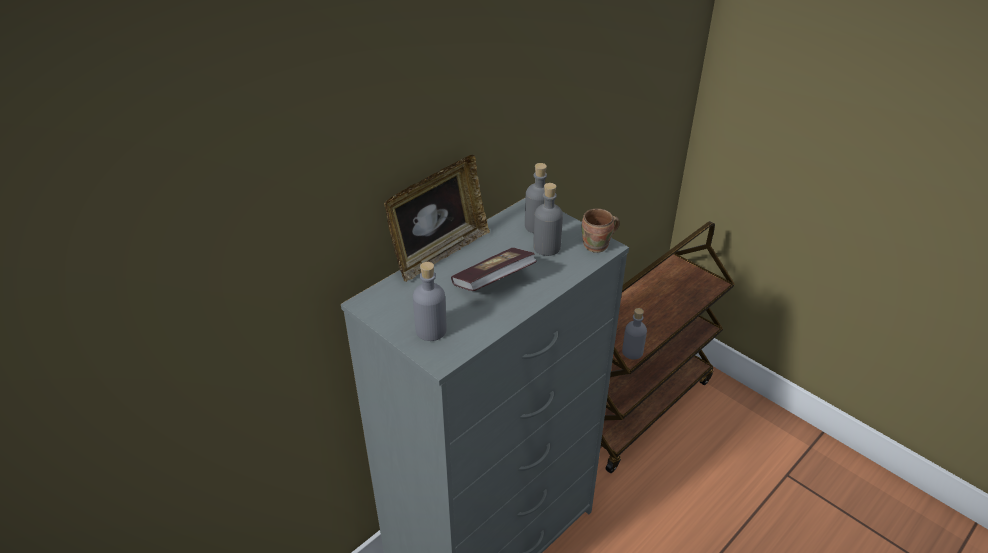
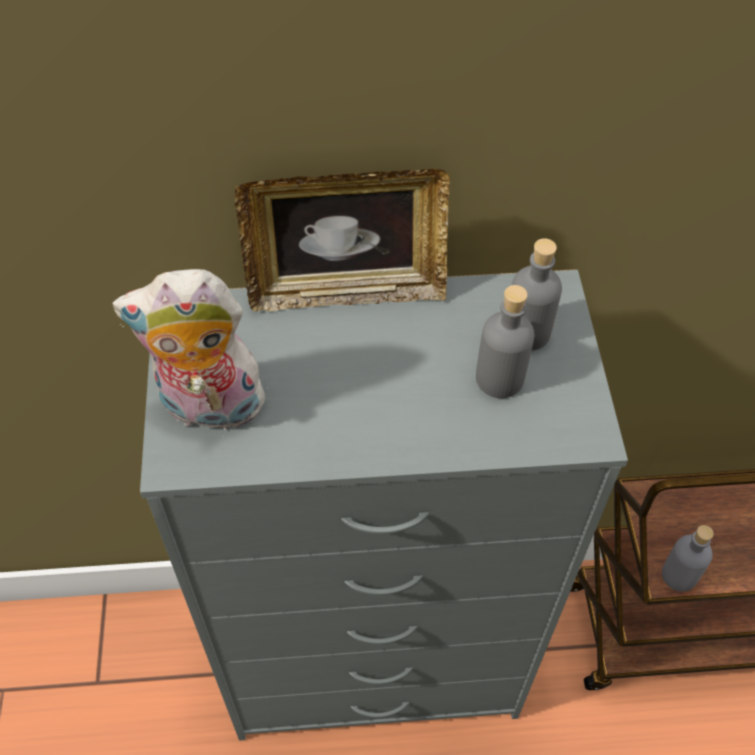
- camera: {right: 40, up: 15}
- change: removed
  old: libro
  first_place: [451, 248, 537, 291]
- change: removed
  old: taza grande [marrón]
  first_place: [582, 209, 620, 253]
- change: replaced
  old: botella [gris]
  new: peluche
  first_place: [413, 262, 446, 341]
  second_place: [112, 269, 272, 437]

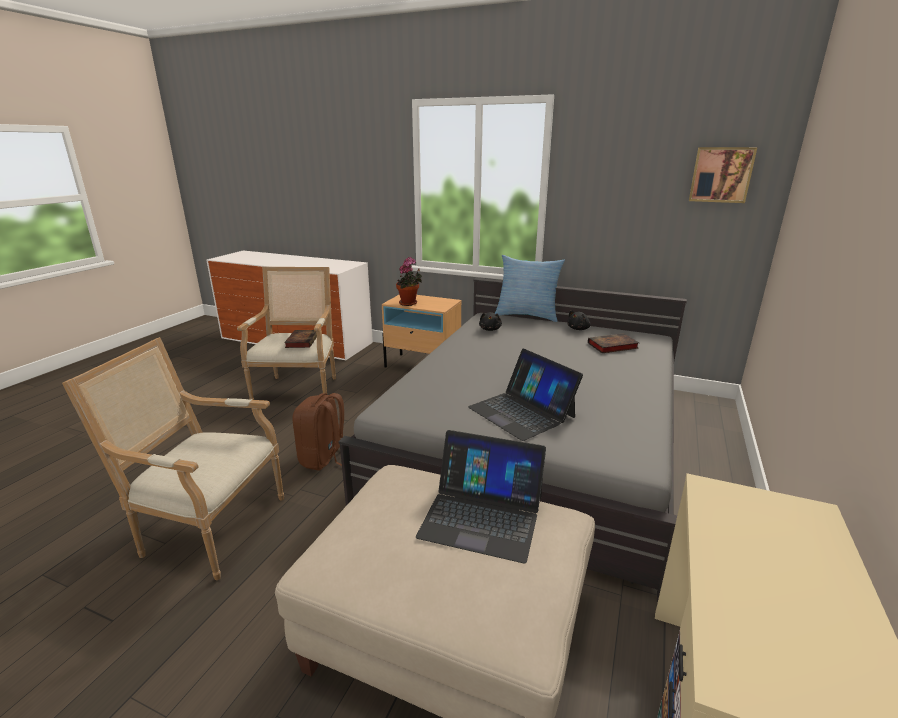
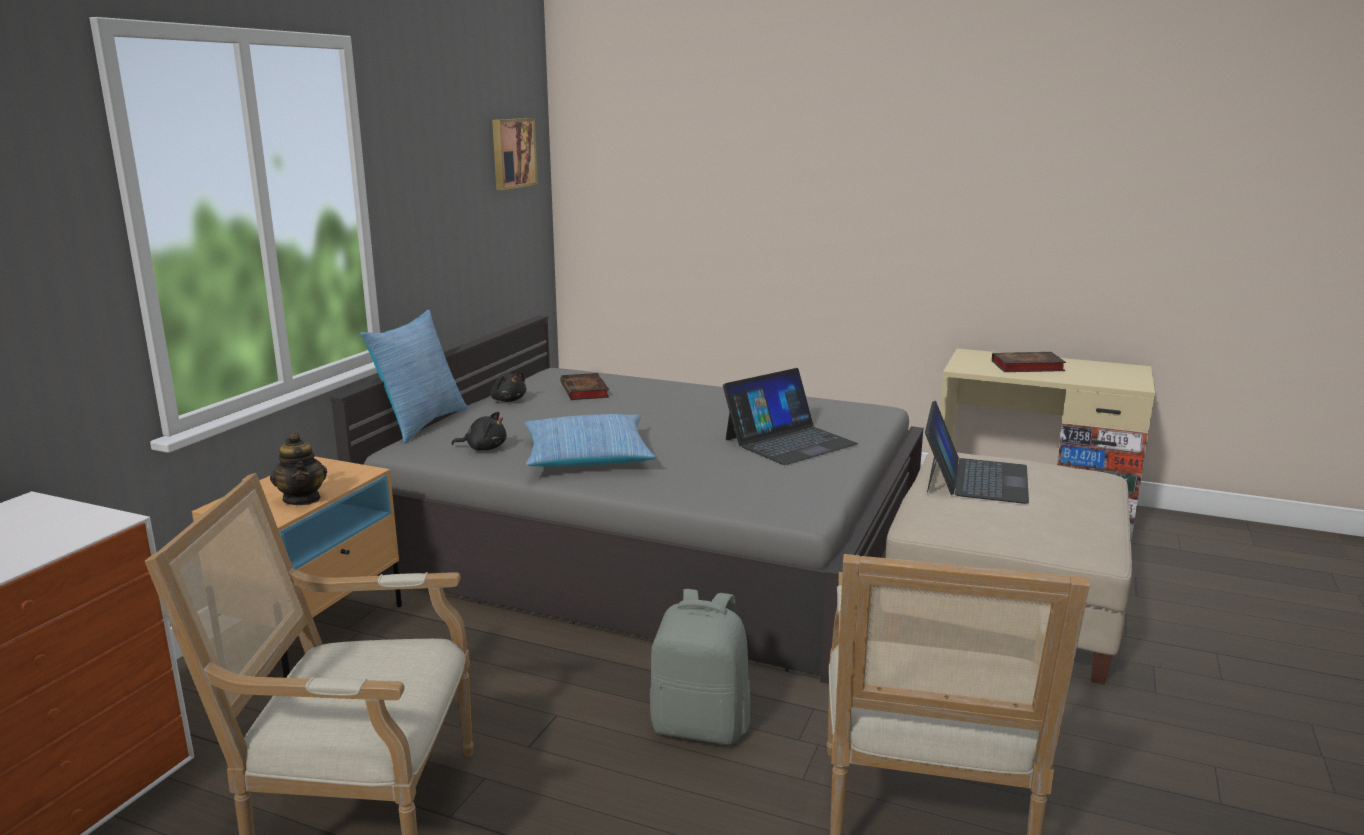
- camera: {right: -90, up: -5}
- change: added
  new: cojín
  second_place: [524, 414, 656, 467]
- change: moved
  old: libro
  first_place: [284, 330, 317, 348]
  second_place: [992, 352, 1066, 372]
- change: replaced
  old: planta en maceta
  new: tetera
  first_place: [396, 257, 422, 306]
  second_place: [270, 432, 327, 505]
- change: recoloured
  old: mochila [marrón]
  new: mochila [gris]
  first_place: [293, 393, 344, 471]
  second_place: [650, 589, 750, 745]

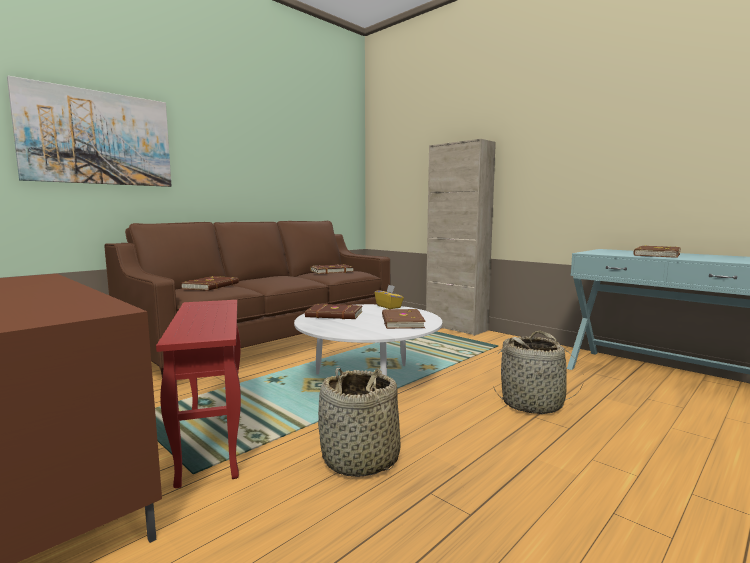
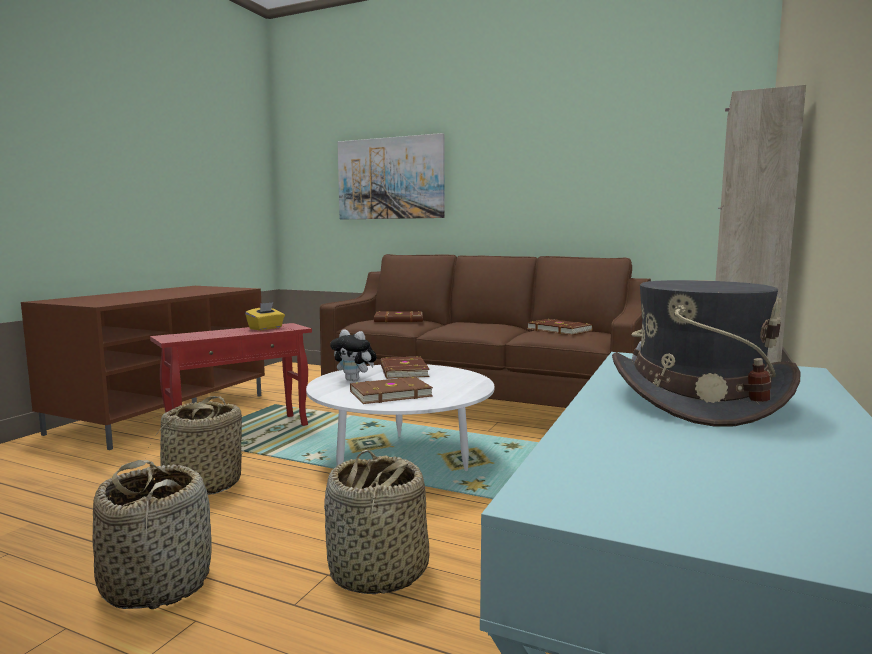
- camera: {right: 70, up: 0}
- change: added
  new: cesta
  second_place: [92, 460, 212, 609]
- change: added
  new: peluche
  second_place: [330, 329, 377, 382]
- change: moved
  old: caja de pañuelos [amarillo]
  first_place: [375, 285, 404, 309]
  second_place: [245, 302, 285, 330]
- change: replaced
  old: libro [marrón]
  new: sombrero [gris]
  first_place: [633, 245, 681, 258]
  second_place: [612, 280, 801, 427]

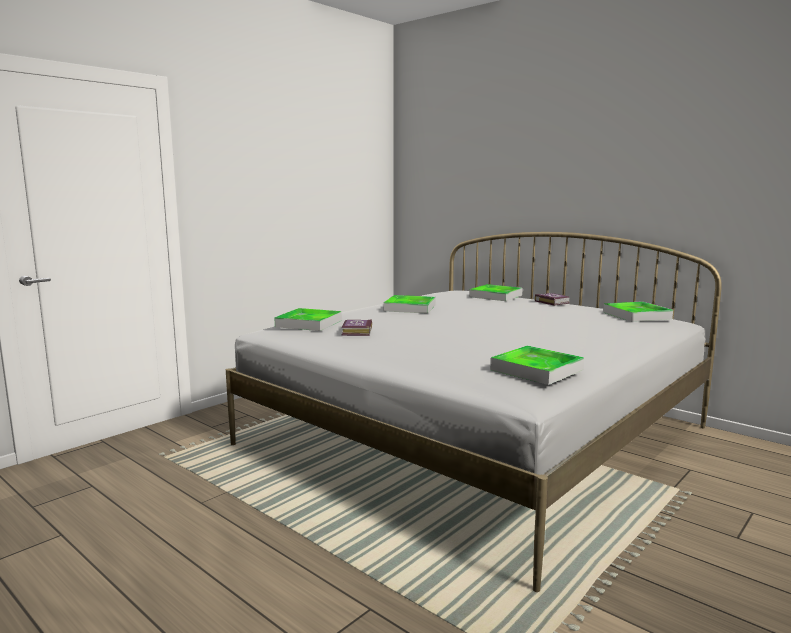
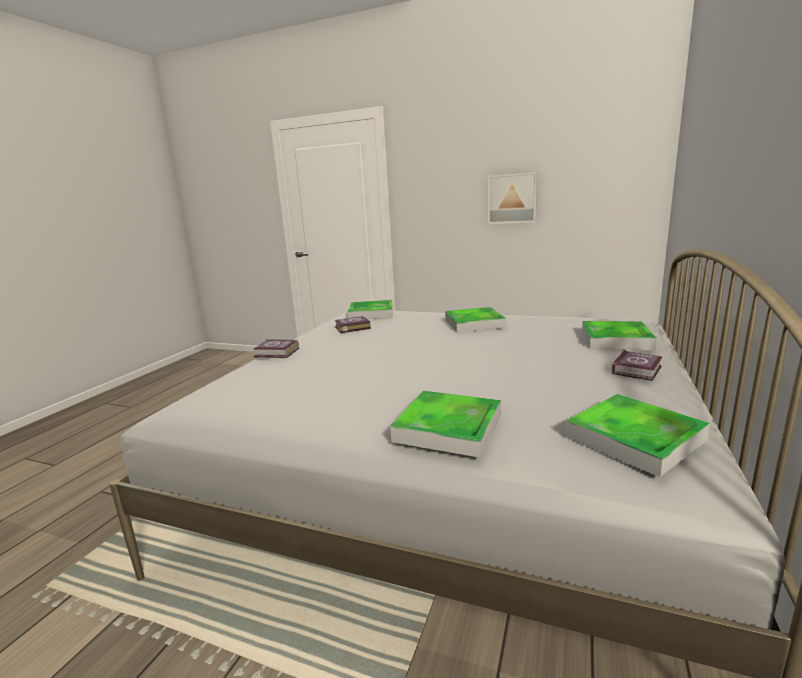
- camera: {right: 70, up: 5}
- change: added
  new: libro
  second_place: [253, 339, 299, 358]
- change: added
  new: cuadro
  second_place: [488, 172, 537, 224]
- change: moved
  old: bandeja
  first_place: [490, 346, 584, 385]
  second_place: [390, 391, 501, 458]

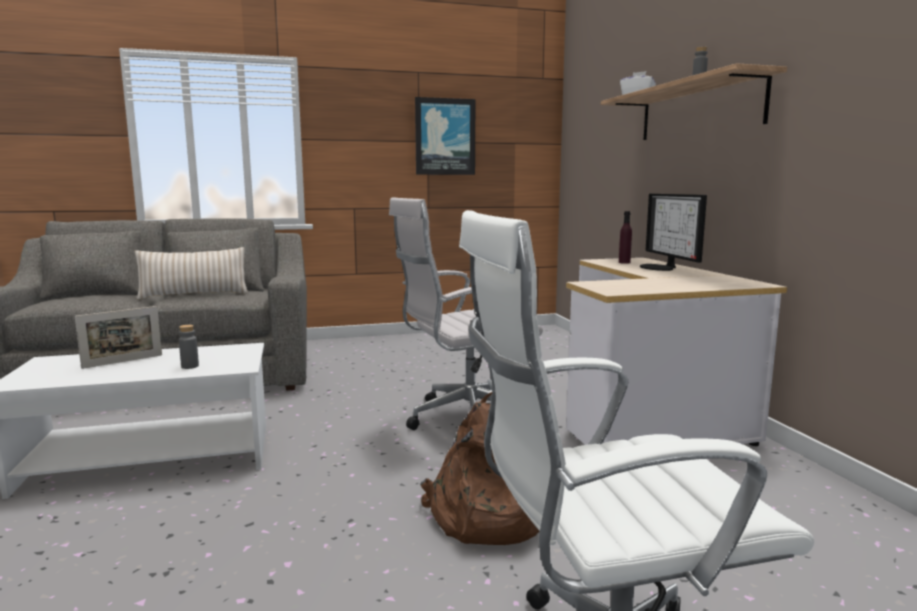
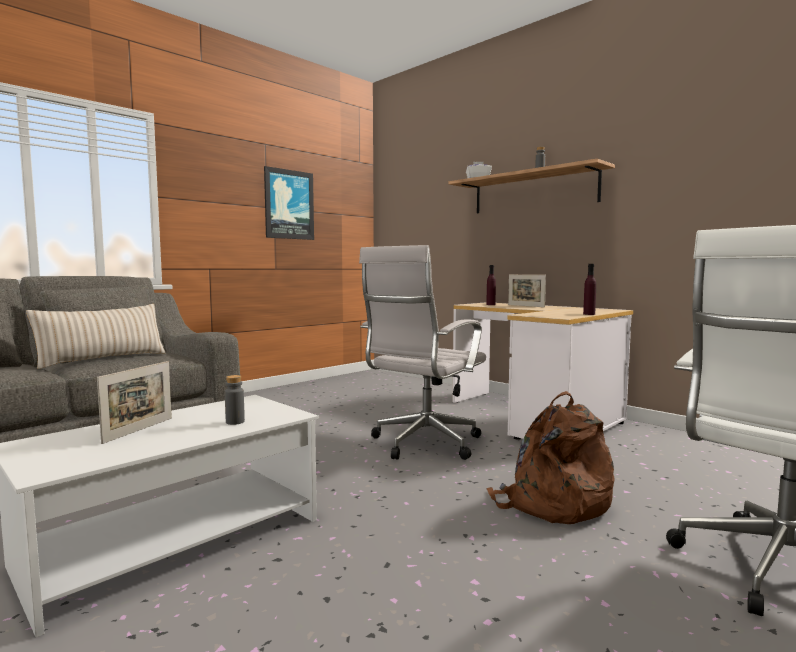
- camera: {right: -30, up: -5}
- change: added
  new: botella [morado]
  second_place: [583, 264, 596, 315]
- change: replaced
  old: monitor
  new: portarretratos
  first_place: [640, 194, 707, 271]
  second_place: [508, 274, 546, 307]

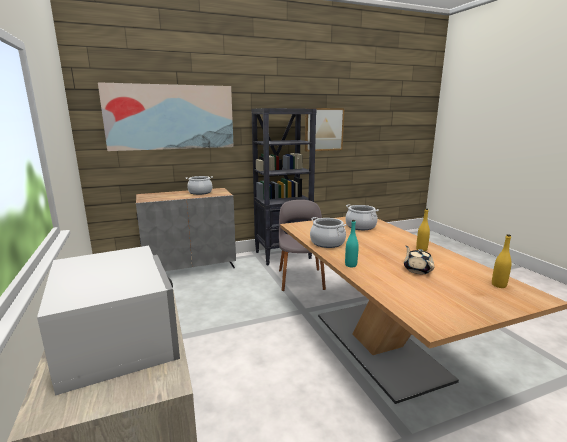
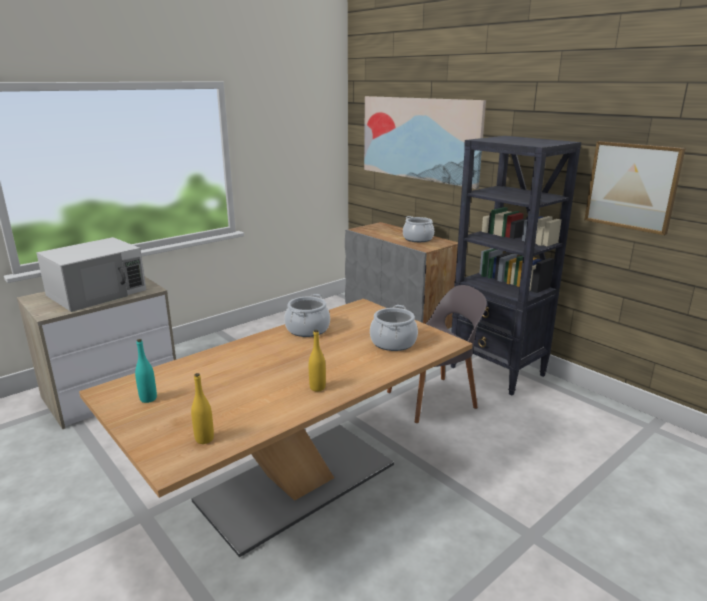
- camera: {right: 70, up: 5}
- change: removed
  old: tetera [beis]
  first_place: [404, 246, 434, 274]
- change: moved
  old: botella [turquesa]
  first_place: [345, 220, 359, 268]
  second_place: [135, 339, 157, 403]

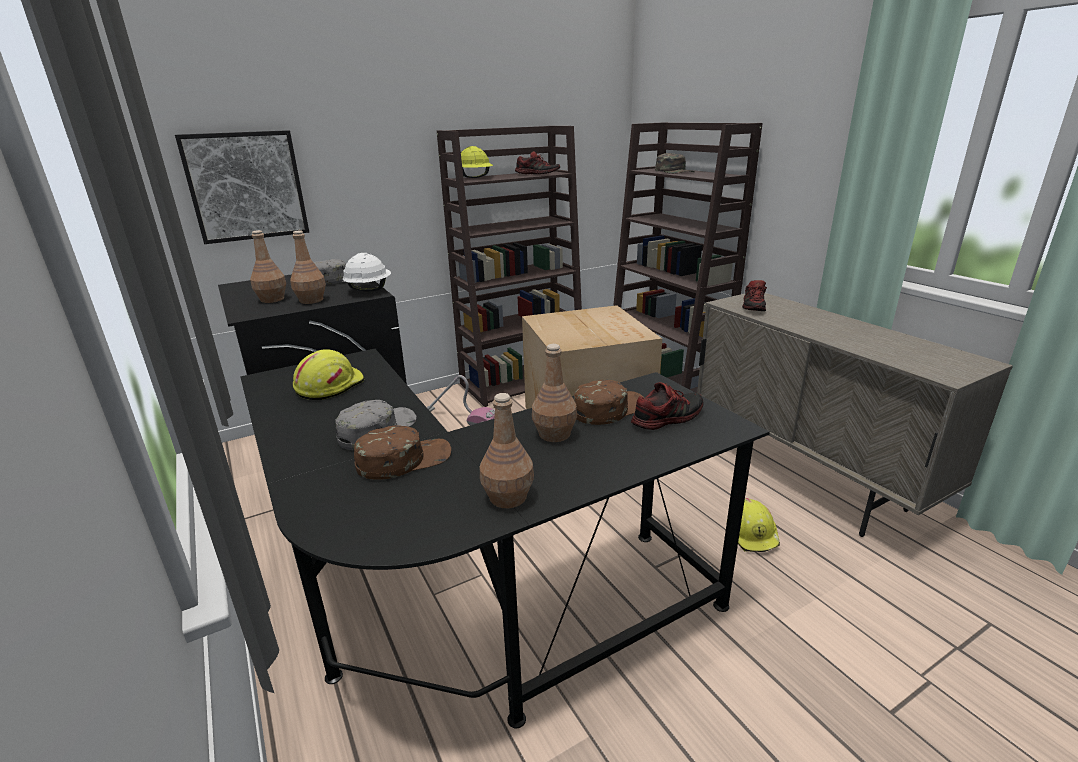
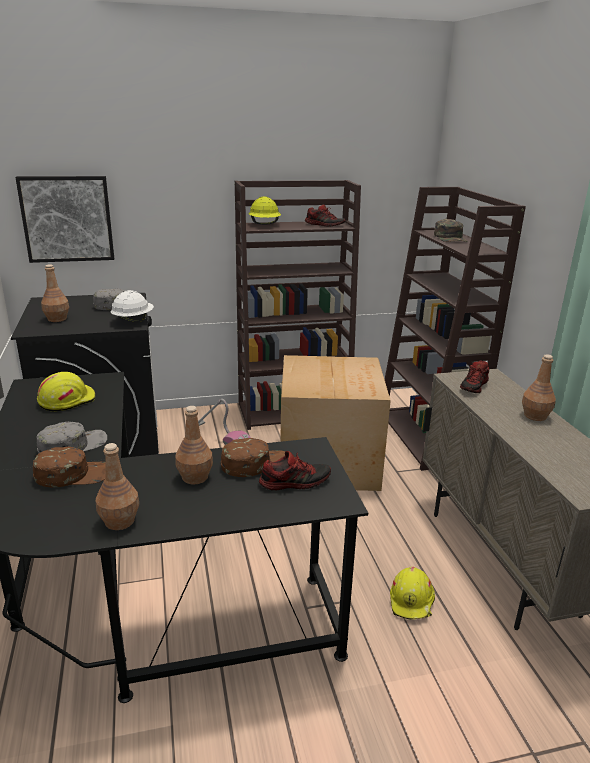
- camera: {right: 15, up: 0}
- change: moved
  old: botella [marrón]
  first_place: [290, 231, 326, 304]
  second_place: [522, 354, 556, 421]

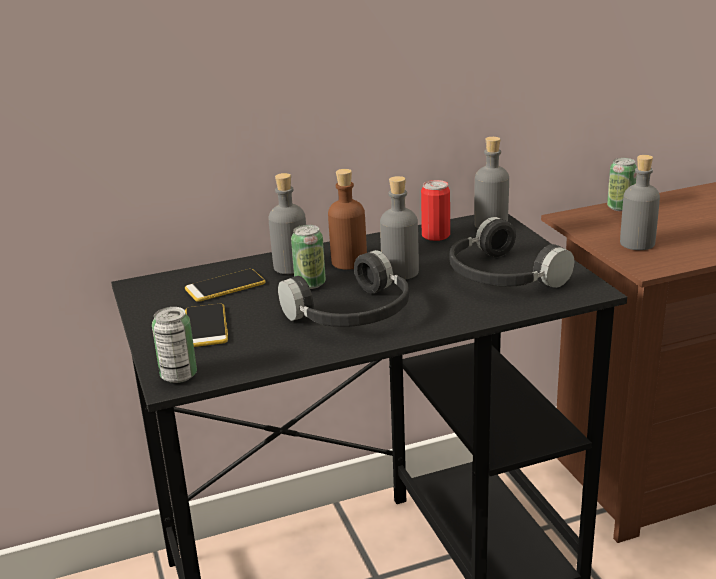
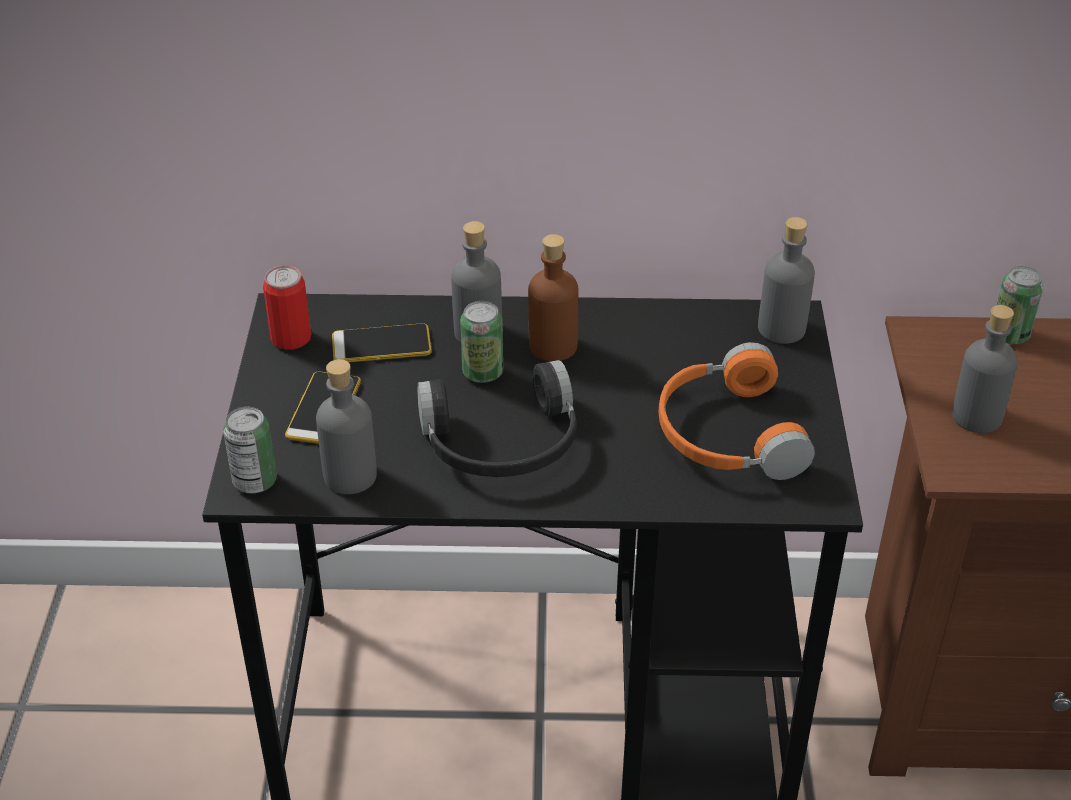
- camera: {right: 20, up: 15}
- change: moved
  old: botella [gris]
  first_place: [380, 176, 419, 280]
  second_place: [316, 359, 377, 494]
- change: moved
  old: lata
  first_place: [421, 180, 450, 241]
  second_place: [263, 265, 311, 350]
- change: recoloured
  old: auriculares [negro]
  new: auriculares [naranja]
  first_place: [450, 217, 575, 288]
  second_place: [658, 342, 815, 480]

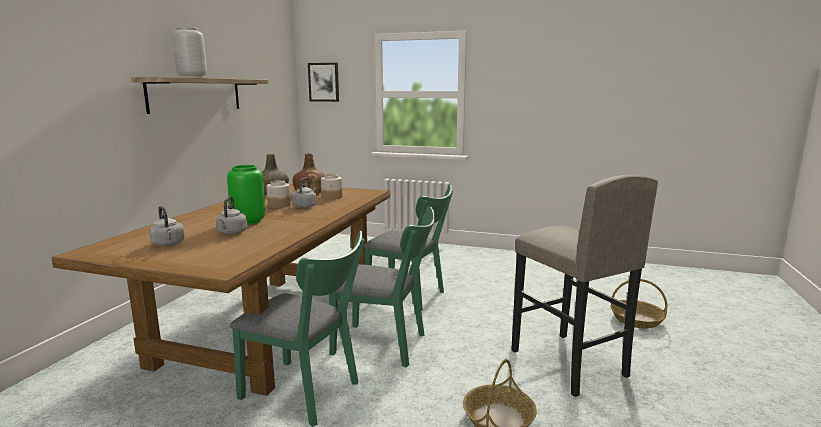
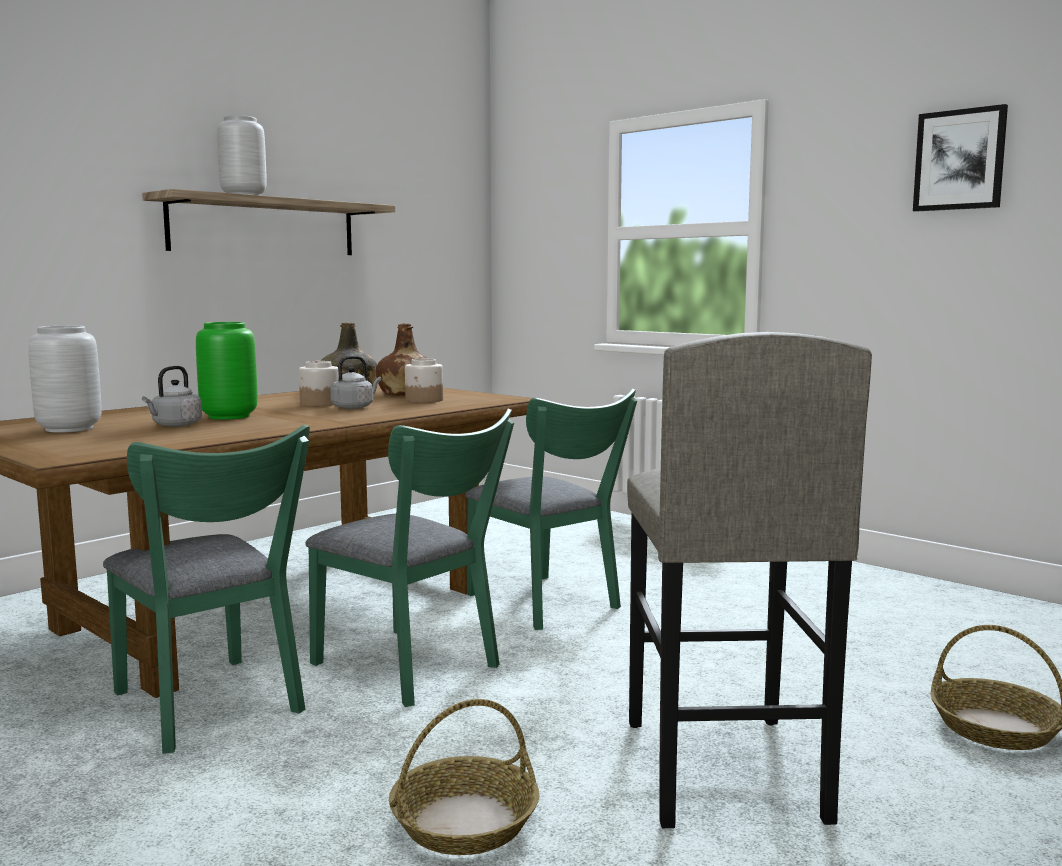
- camera: {right: 25, up: -5}
- change: moved
  old: cuadro
  first_place: [308, 63, 339, 102]
  second_place: [913, 104, 1008, 212]
- change: replaced
  old: hervidor [gris]
  new: florero [gris]
  first_place: [149, 206, 185, 246]
  second_place: [28, 326, 101, 433]

